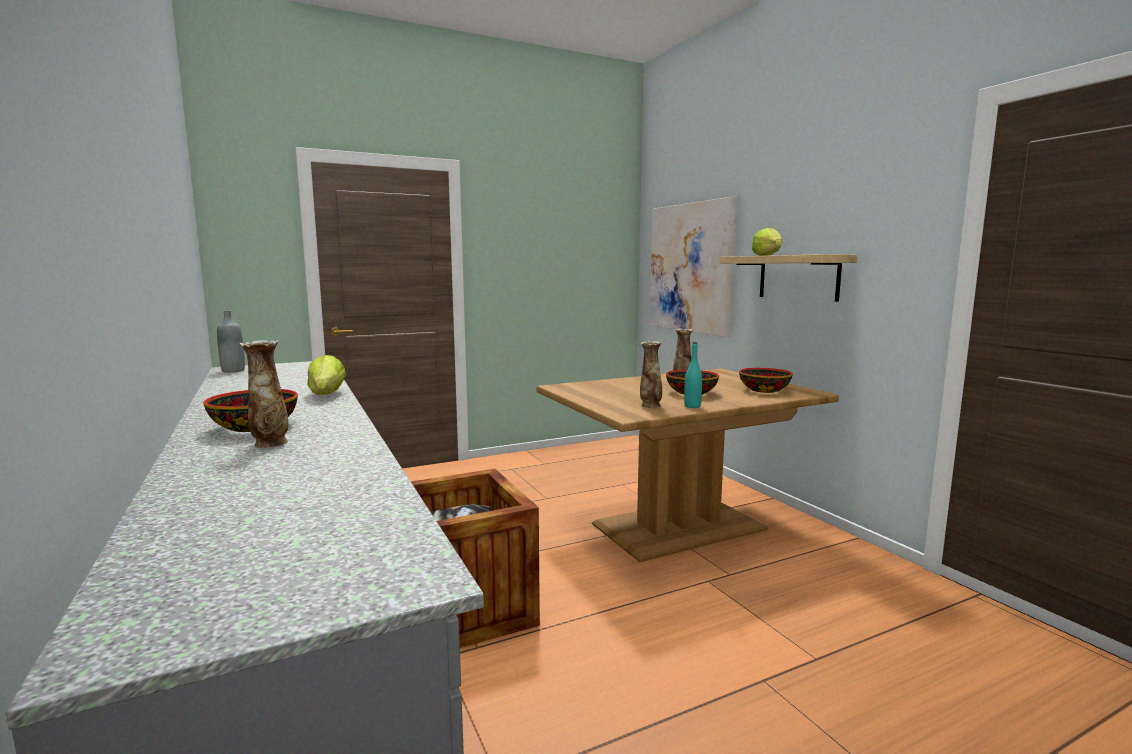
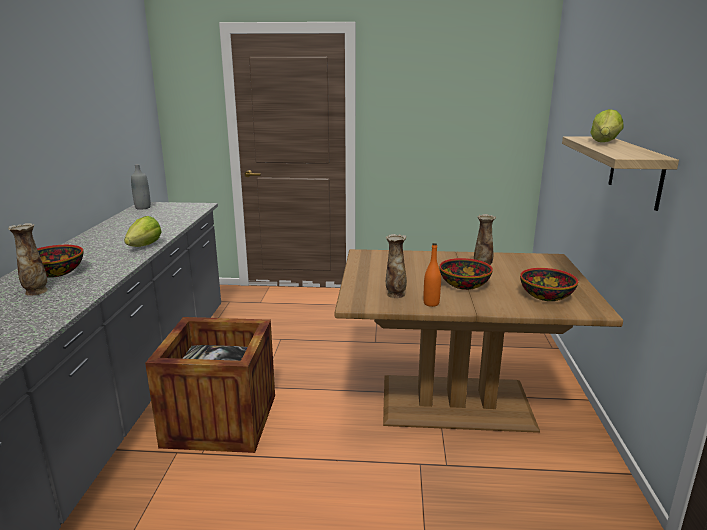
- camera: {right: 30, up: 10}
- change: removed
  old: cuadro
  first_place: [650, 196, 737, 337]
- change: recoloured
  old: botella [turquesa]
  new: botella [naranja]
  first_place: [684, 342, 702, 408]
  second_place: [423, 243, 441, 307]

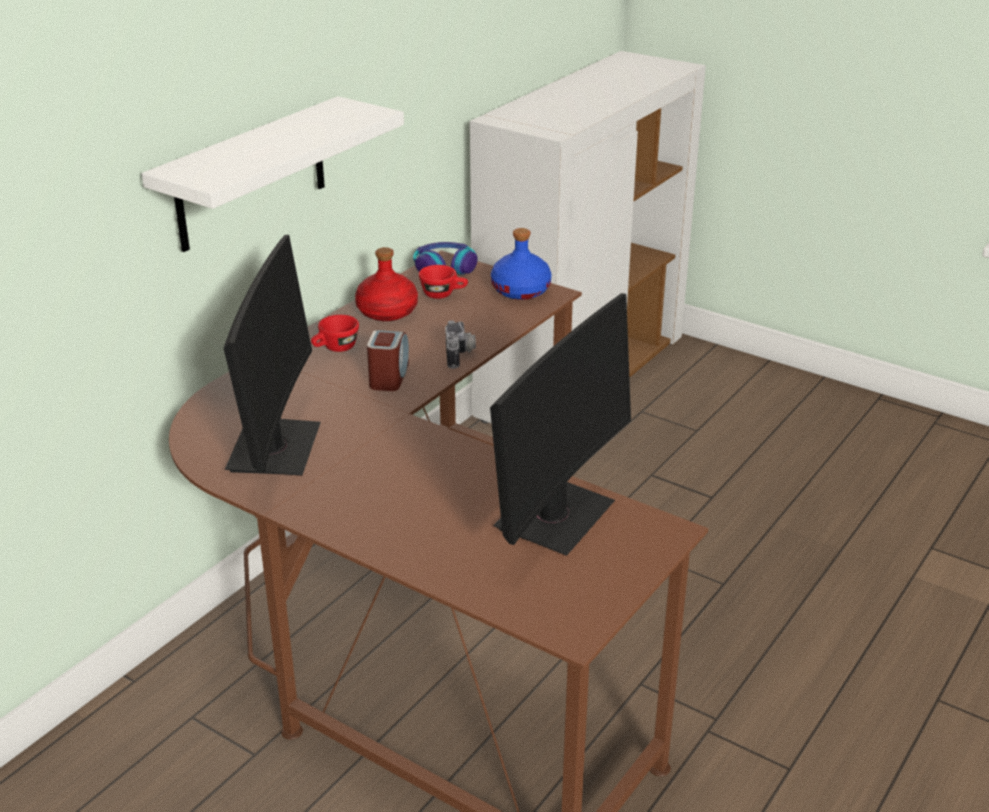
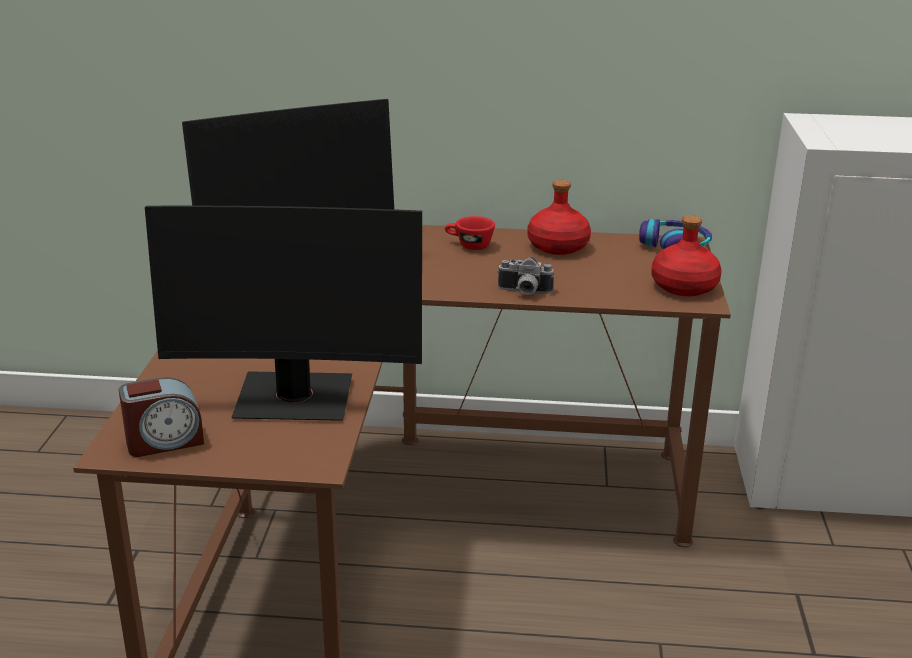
- camera: {right: 60, up: -5}
- change: removed
  old: estante [blanco]
  first_place: [142, 96, 404, 252]
- change: removed
  old: taza [rojo]
  first_place: [419, 265, 468, 299]
- change: moved
  old: despertador
  first_place: [367, 330, 409, 391]
  second_place: [119, 377, 204, 457]
- change: recoloured
  old: botella [azul]
  new: botella [rojo]
  first_place: [491, 228, 552, 300]
  second_place: [651, 215, 722, 296]
- change: turned
  old: cámara
  first_place: [445, 320, 476, 369]
  second_place: [497, 257, 554, 295]
  degrees: 45

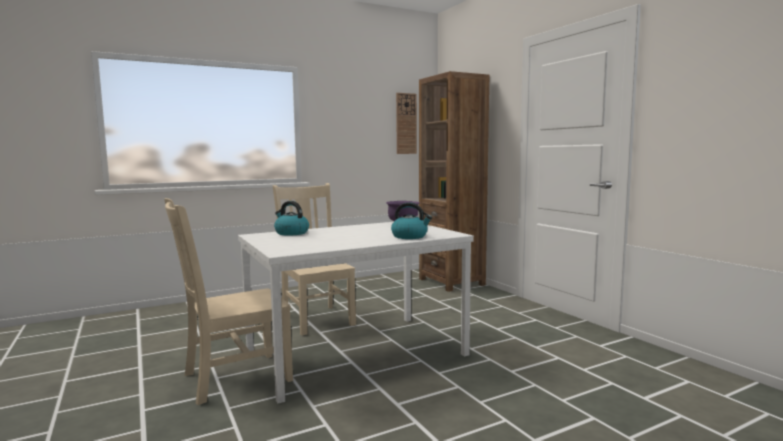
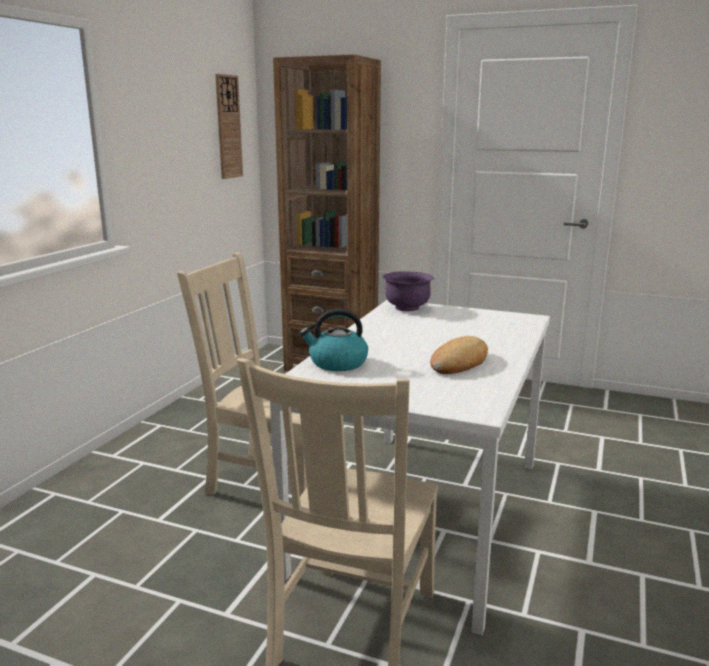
- camera: {right: -40, up: 10}
- change: removed
  old: hervidor
  first_place: [391, 202, 432, 239]
- change: added
  new: pan
  second_place: [430, 336, 488, 374]

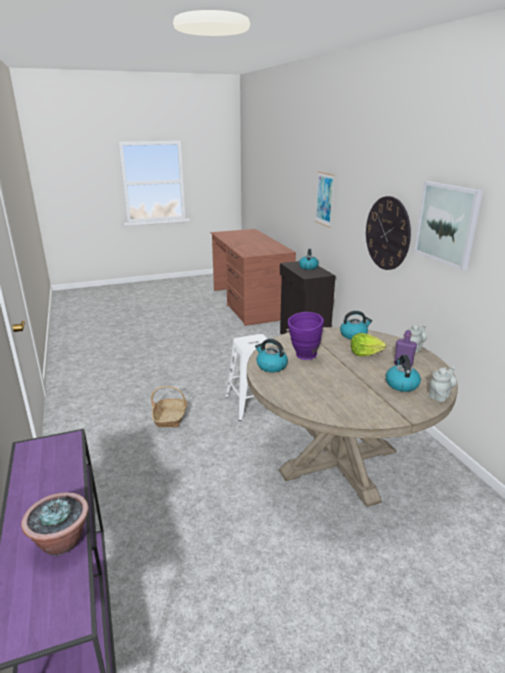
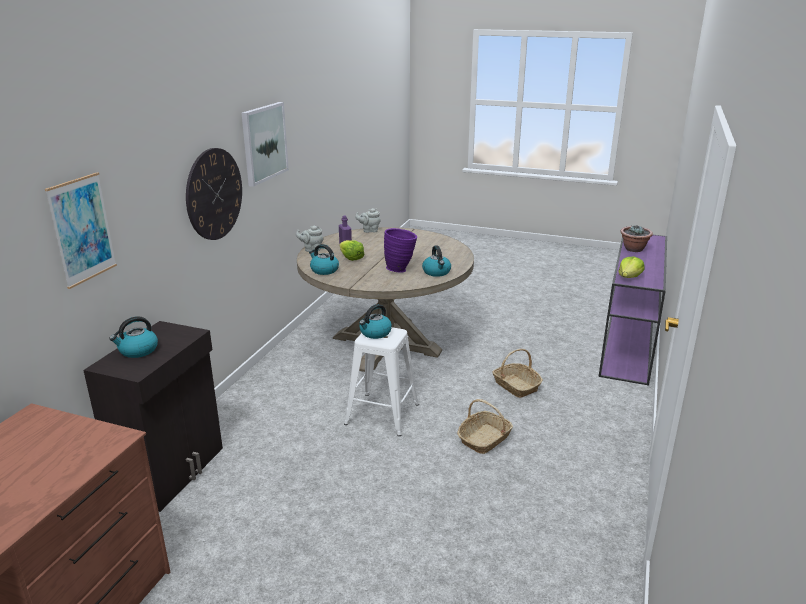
- camera: {right: -140, up: 0}
- change: added
  new: cesta
  second_place: [493, 349, 543, 398]
- change: added
  new: lechuga
  second_place: [618, 256, 645, 278]
- change: moved
  old: hervidor
  first_place: [386, 355, 421, 392]
  second_place: [359, 304, 392, 339]

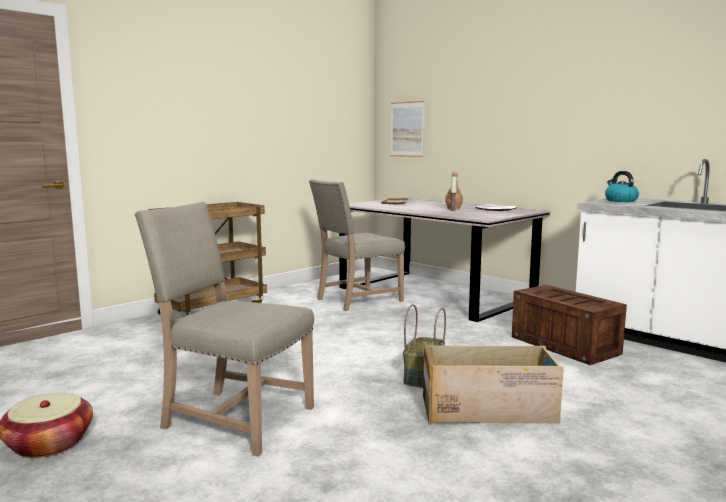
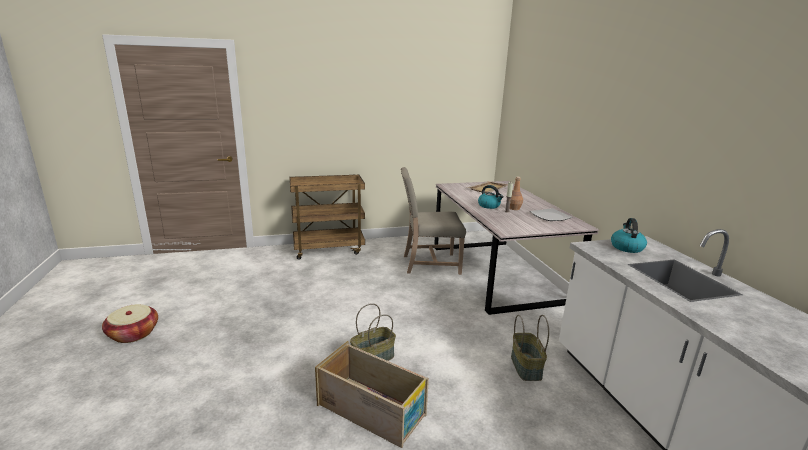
- camera: {right: 30, up: 10}
- change: removed
  old: silla [beis]
  first_place: [135, 202, 314, 457]
- change: removed
  old: cuadro
  first_place: [391, 101, 425, 157]
- change: added
  new: hervidor
  second_place: [478, 185, 504, 209]
- change: replaced
  old: caja de embalaje
  new: cesta
  first_place: [512, 285, 627, 365]
  second_place: [511, 315, 549, 381]

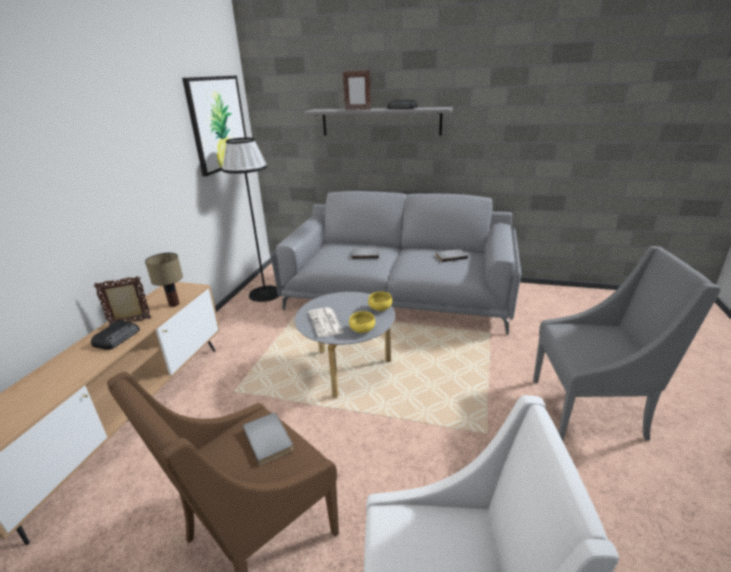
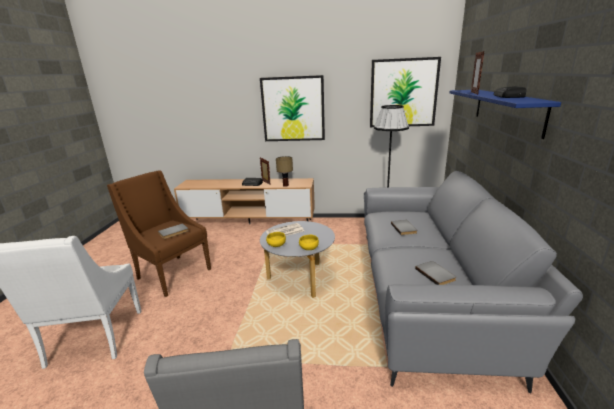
- camera: {right: 80, up: -5}
- change: added
  new: cuadro
  second_place: [260, 75, 325, 141]
- change: recoloured
  old: estante [gris]
  new: estante [azul]
  first_place: [304, 107, 453, 136]
  second_place: [449, 90, 561, 139]

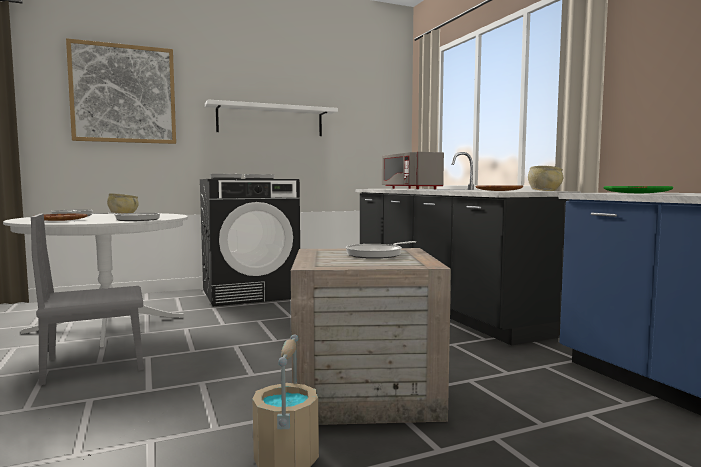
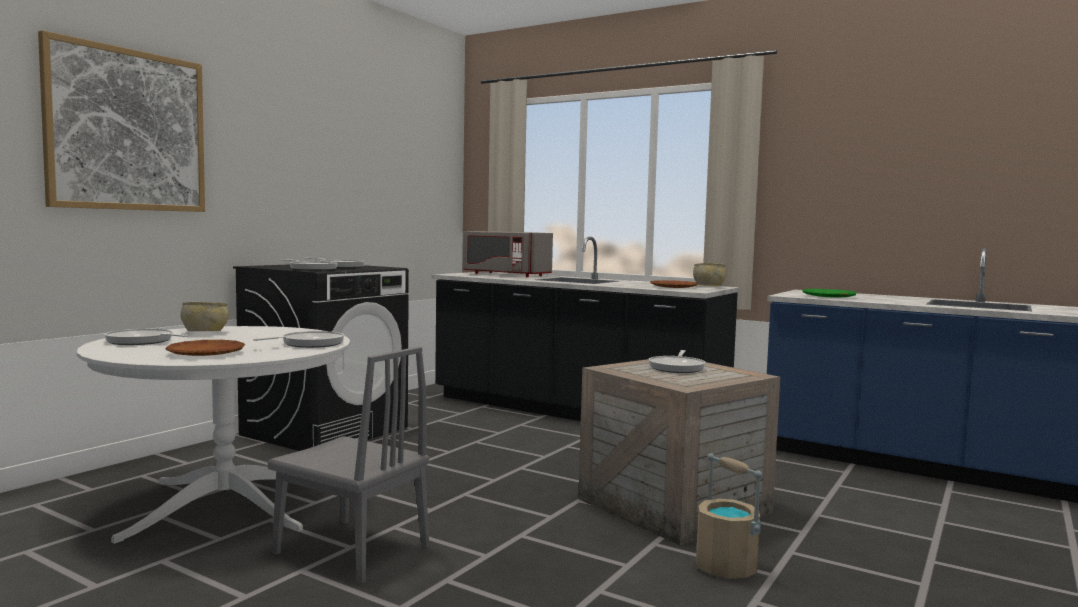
- camera: {right: -35, up: 0}
- change: removed
  old: estante [blanco]
  first_place: [205, 99, 338, 136]
- change: turned
  old: silla [gris]
  first_place: [30, 213, 144, 385]
  second_place: [268, 346, 429, 584]
  degrees: -90

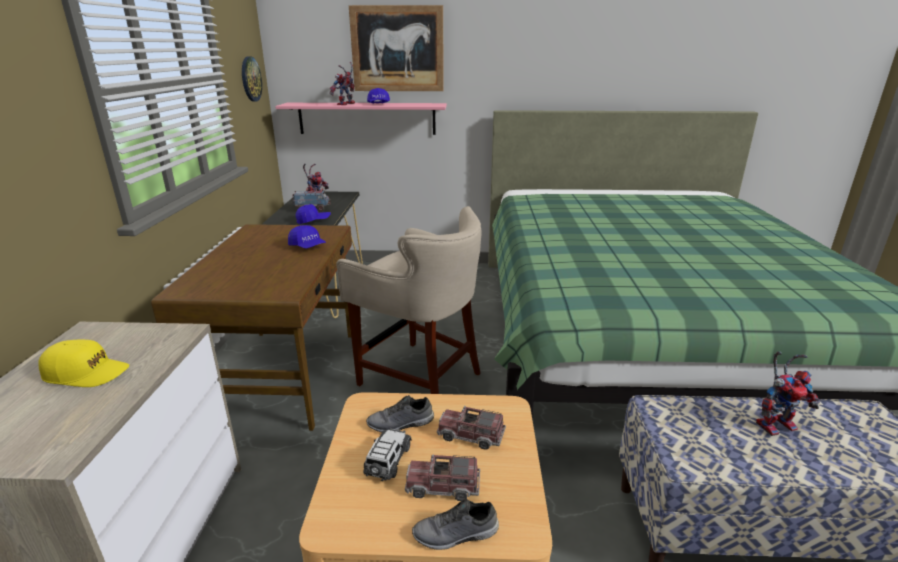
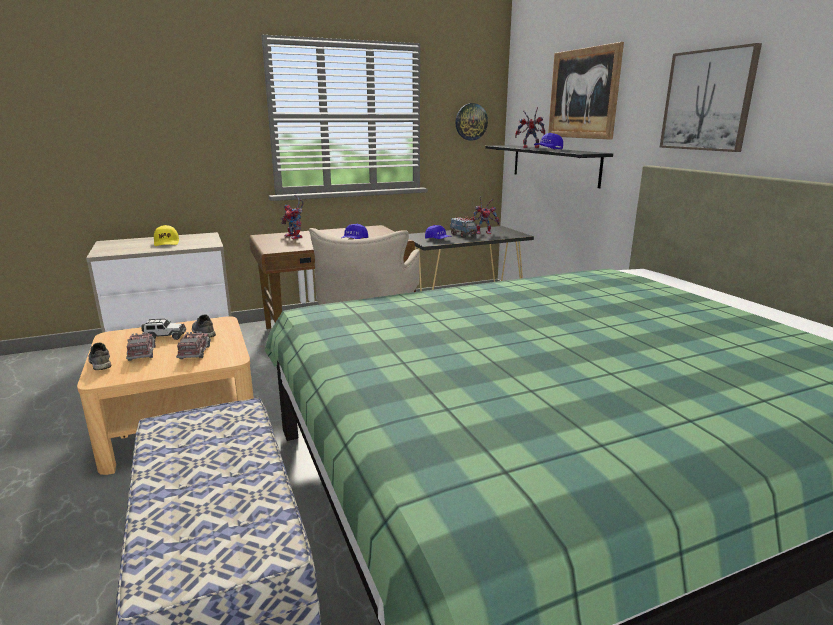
- camera: {right: 65, up: -5}
- change: added
  new: cuadro
  second_place: [660, 43, 762, 152]
- change: moved
  old: robot de juguete
  first_place: [756, 351, 821, 436]
  second_place: [280, 195, 304, 239]
- change: recoloured
  old: estante [rosa]
  new: estante [negro]
  first_place: [275, 103, 447, 135]
  second_place: [485, 145, 613, 188]

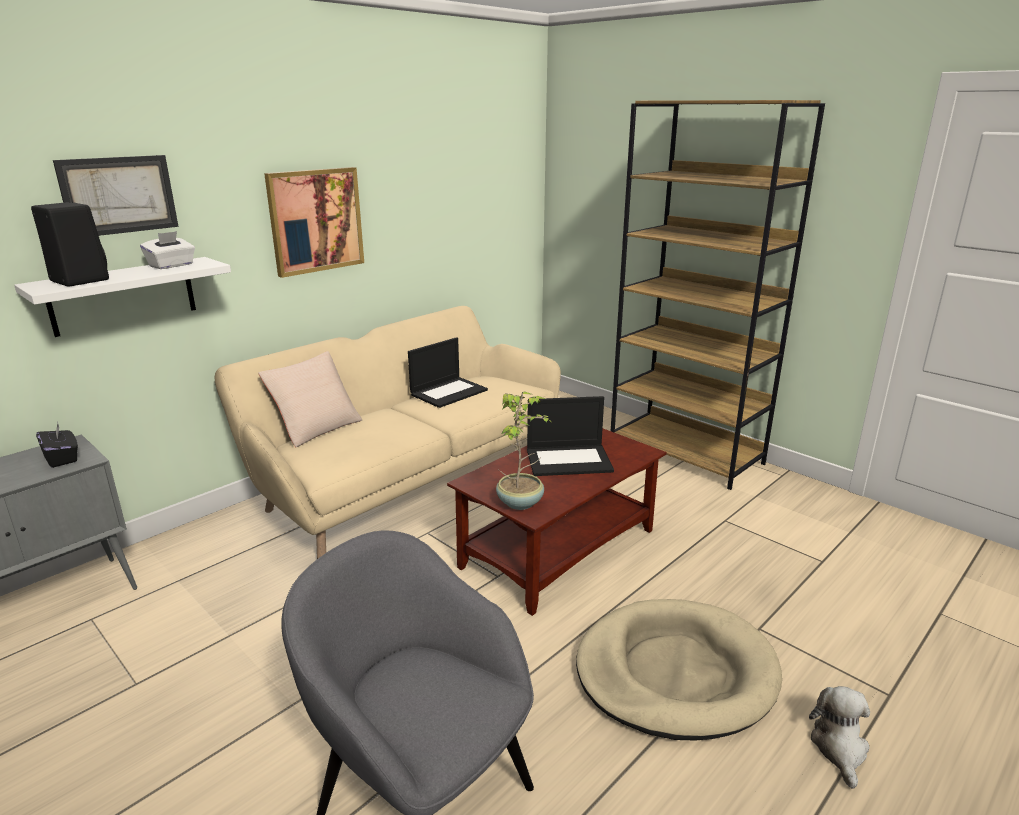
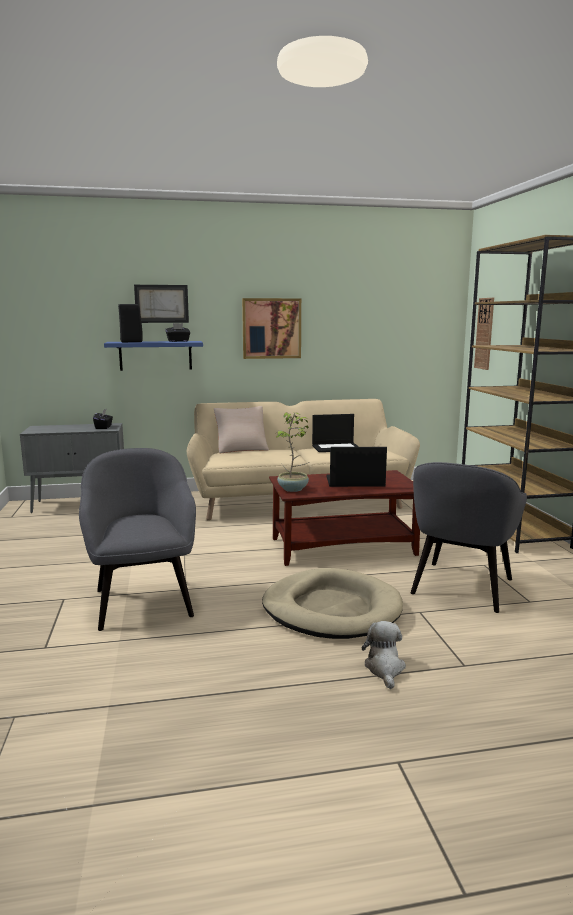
- camera: {right: 35, up: -10}
- change: added
  new: sillón [gris]
  second_place: [411, 462, 527, 613]
- change: added
  new: reloj de pared
  second_place: [474, 298, 494, 370]
- change: recoloured
  old: estante [blanco]
  new: estante [azul]
  first_place: [14, 257, 231, 337]
  second_place: [104, 341, 203, 371]
- change: recoloured
  old: caja de pañuelos [blanco]
  new: caja de pañuelos [negro]
  first_place: [140, 231, 195, 269]
  second_place: [165, 323, 190, 342]
- change: turned
  old: portátil
  first_place: [527, 396, 614, 476]
  second_place: [326, 447, 387, 487]
  degrees: 150
- change: turned
  old: peluche
  first_place: [809, 686, 870, 789]
  second_place: [362, 621, 406, 689]
  degrees: -45

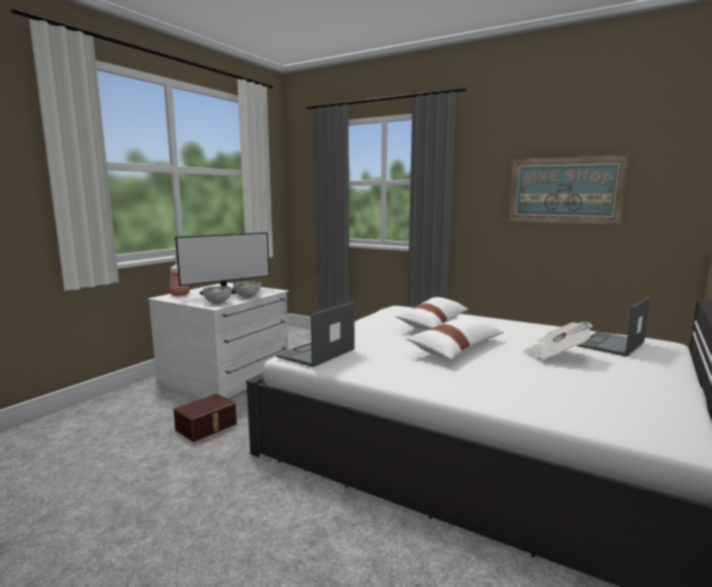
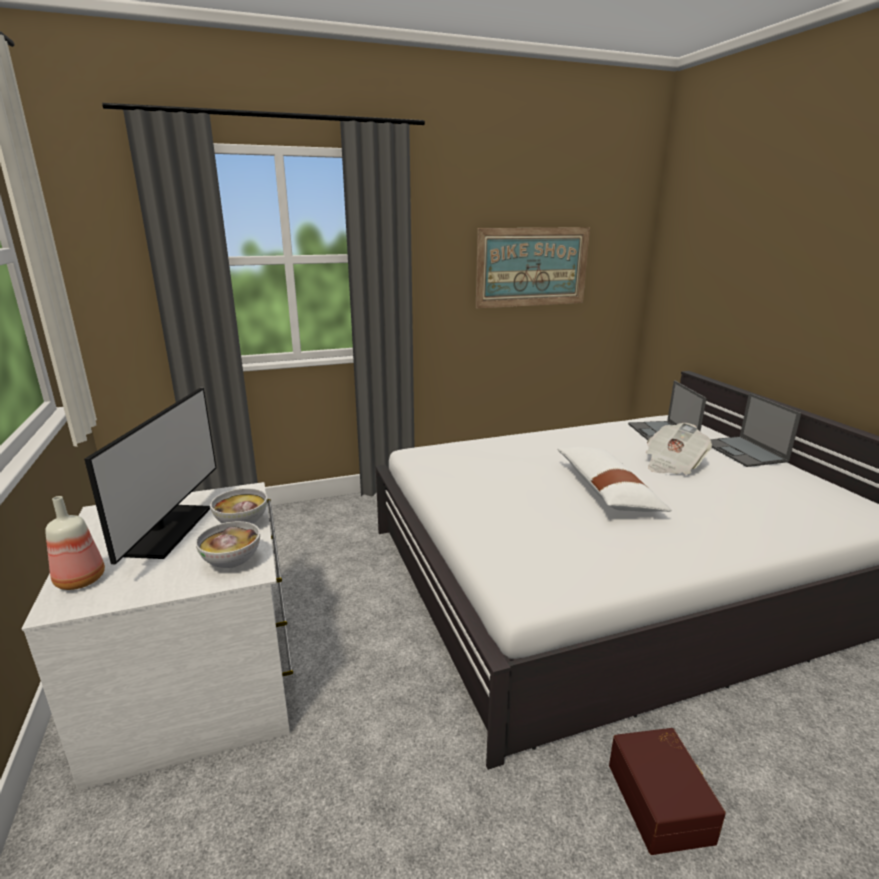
- camera: {right: -50, up: 10}
- change: removed
  old: cojín [blanco]
  first_place: [395, 297, 468, 330]
- change: moved
  old: caja de almacenaje [marrón]
  first_place: [174, 394, 237, 442]
  second_place: [609, 728, 726, 855]
- change: moved
  old: portátil
  first_place: [276, 302, 355, 367]
  second_place: [710, 393, 801, 467]

